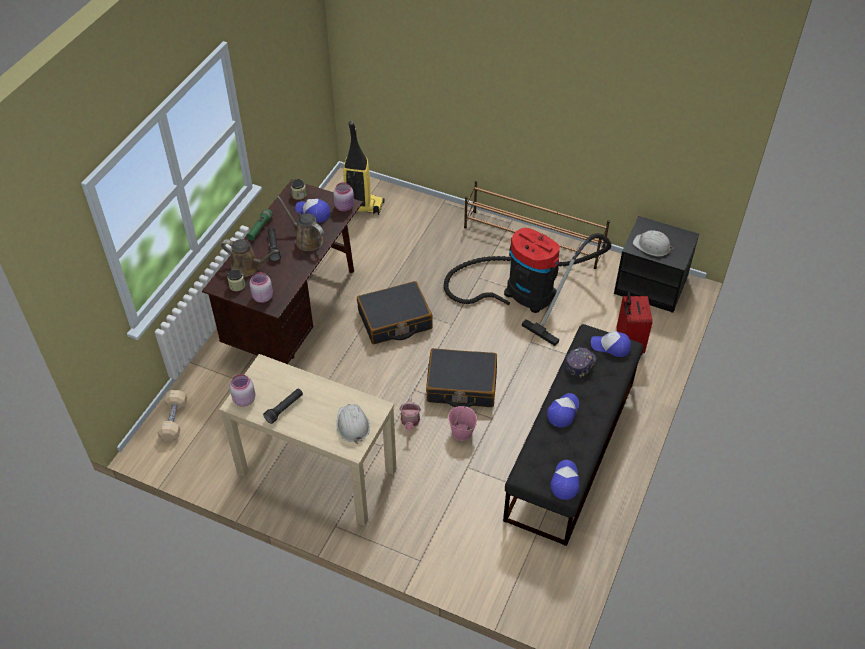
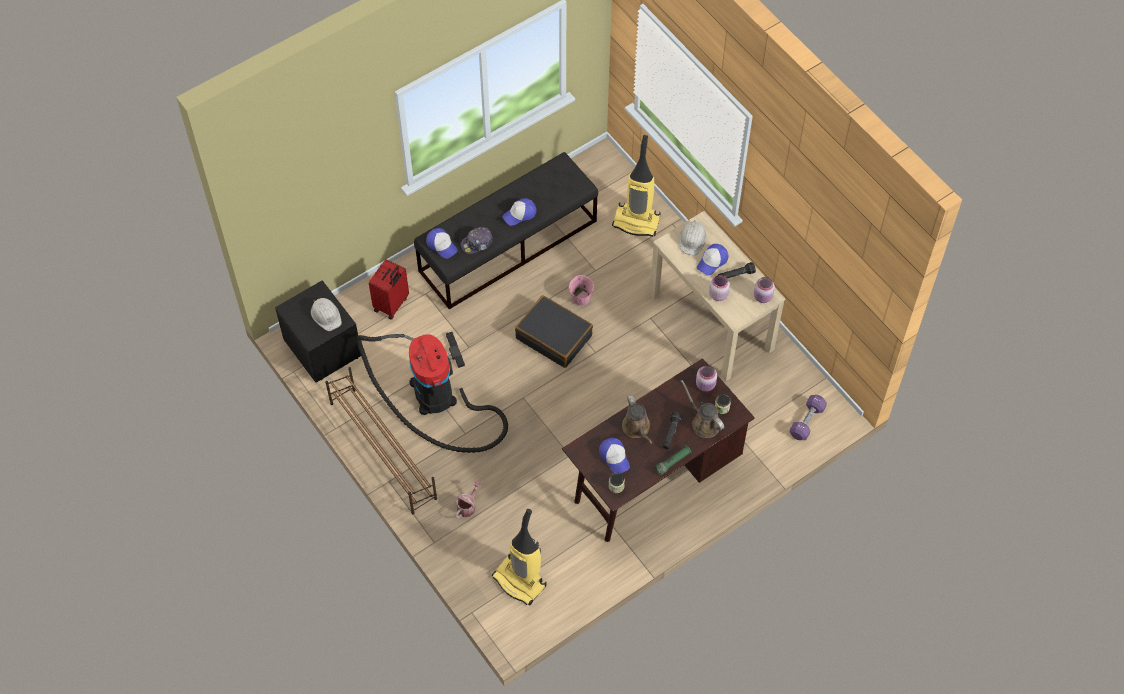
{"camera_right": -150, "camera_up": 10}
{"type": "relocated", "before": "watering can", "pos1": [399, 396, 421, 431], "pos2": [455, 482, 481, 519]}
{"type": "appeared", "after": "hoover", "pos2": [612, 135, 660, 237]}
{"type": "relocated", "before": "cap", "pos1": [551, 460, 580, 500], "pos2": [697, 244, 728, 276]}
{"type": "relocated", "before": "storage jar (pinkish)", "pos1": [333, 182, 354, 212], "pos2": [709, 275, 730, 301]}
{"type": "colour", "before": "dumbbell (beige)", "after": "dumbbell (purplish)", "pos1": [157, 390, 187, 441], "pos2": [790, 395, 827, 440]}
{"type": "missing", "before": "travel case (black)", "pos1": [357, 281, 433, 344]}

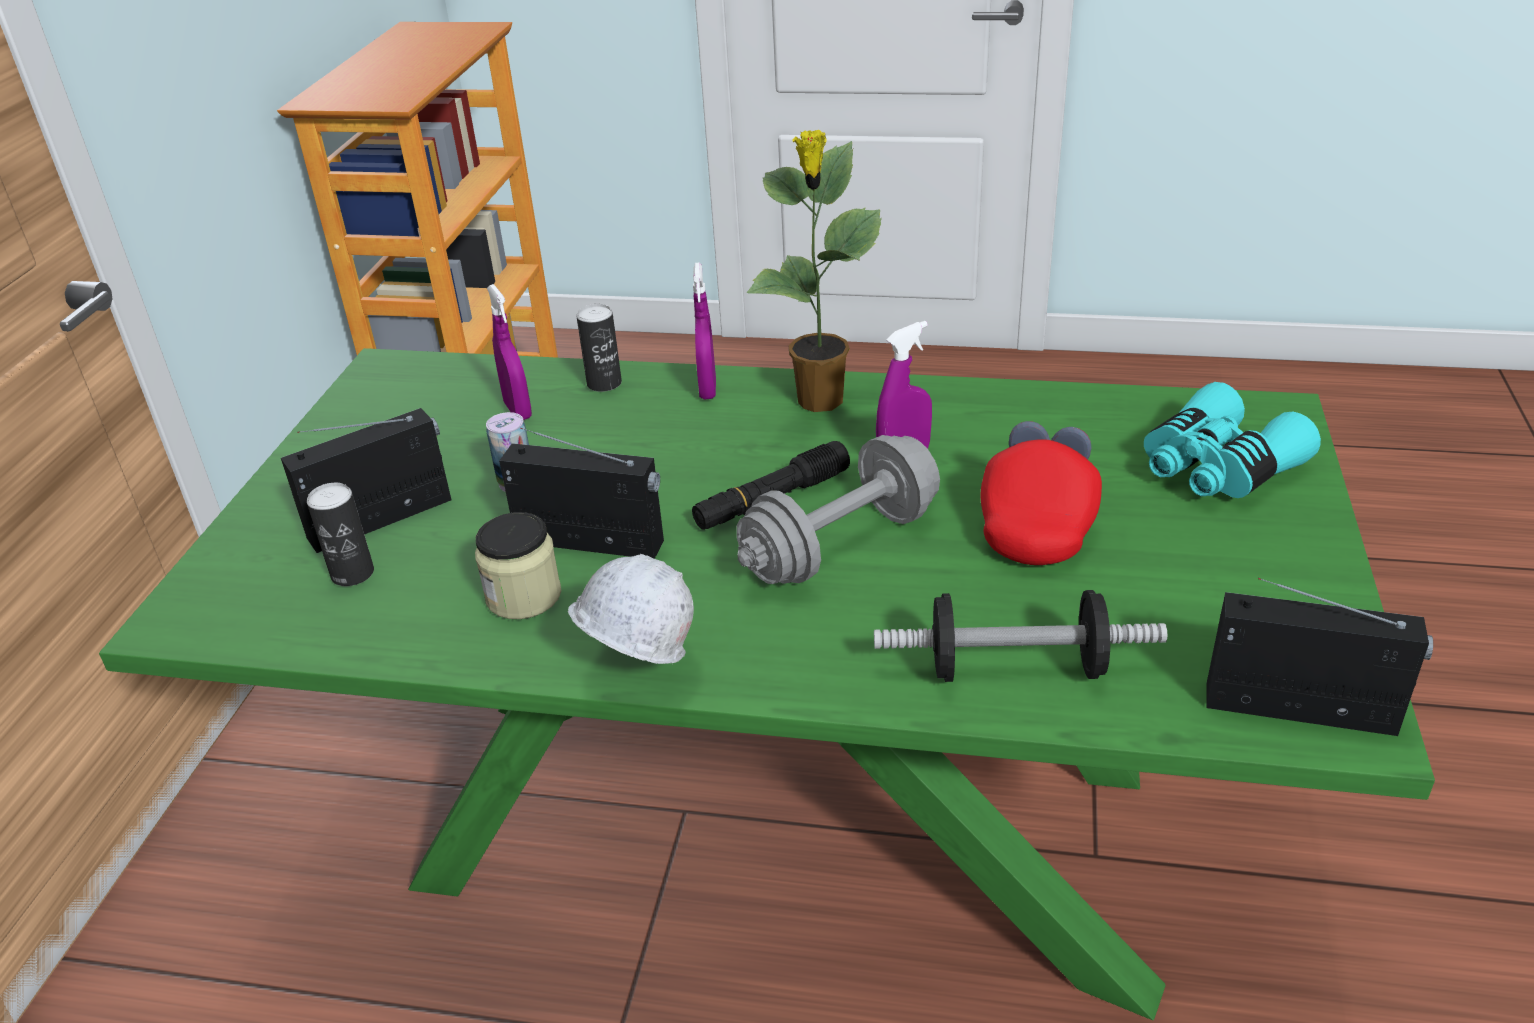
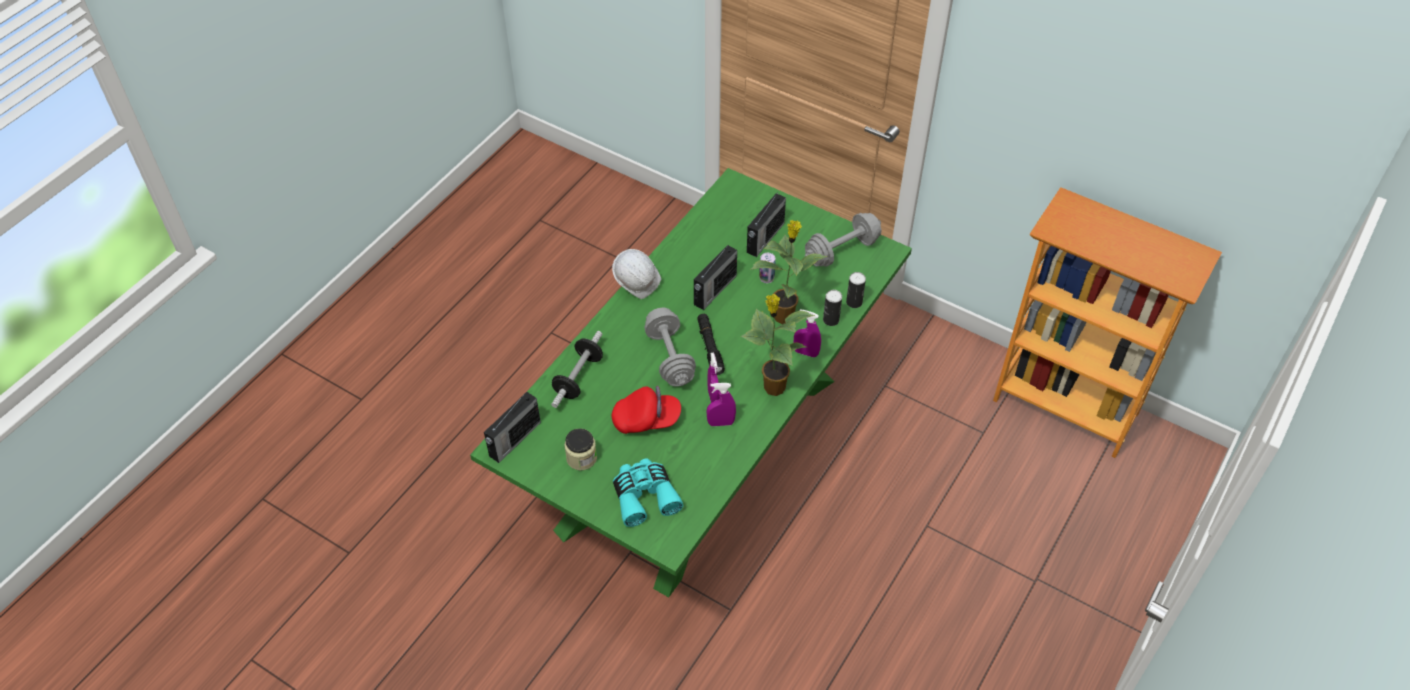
{"camera_right": 110, "camera_up": 15}
{"type": "relocated", "before": "storage jar", "pos1": [475, 512, 562, 619], "pos2": [564, 429, 597, 470]}
{"type": "spun", "before": "cap (red-coloured)", "pos1": [981, 421, 1102, 565], "pos2": [611, 386, 681, 434], "turn": -45}
{"type": "relocated", "before": "hand sprayer (purplish)", "pos1": [487, 284, 532, 420], "pos2": [706, 383, 736, 426]}
{"type": "spun", "before": "radio", "pos1": [281, 408, 452, 553], "pos2": [747, 193, 786, 257], "turn": 45}
{"type": "appeared", "after": "potted plant", "pos2": [750, 220, 828, 324]}
{"type": "appeared", "after": "dumbbell (greyish)", "pos2": [805, 213, 881, 267]}
{"type": "relocated", "before": "can", "pos1": [307, 483, 374, 586], "pos2": [846, 272, 866, 308]}

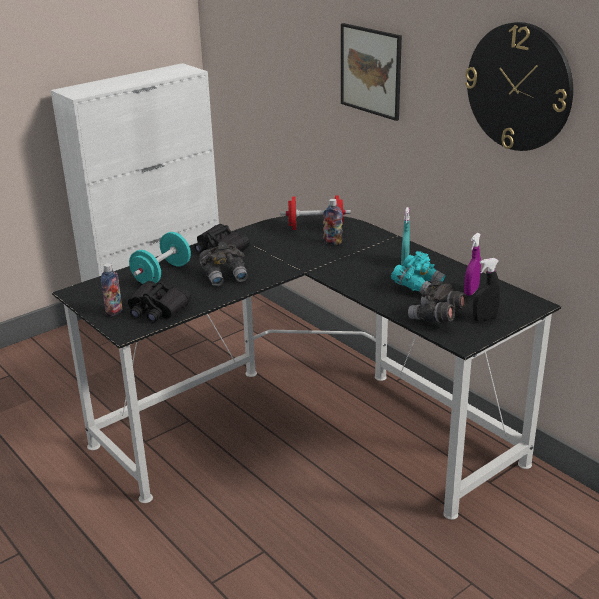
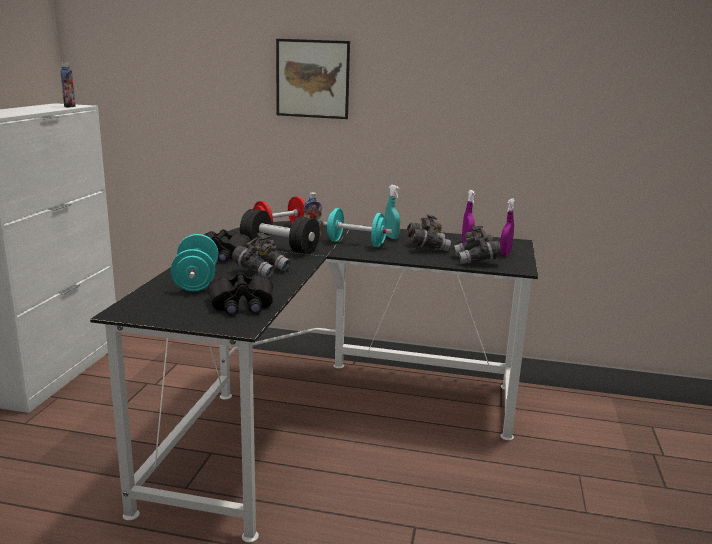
{"camera_right": -40, "camera_up": -10}
{"type": "relocated", "before": "beverage bottle", "pos1": [101, 263, 123, 317], "pos2": [60, 62, 75, 107]}
{"type": "appeared", "after": "dumbbell (black)", "pos2": [240, 209, 320, 254]}
{"type": "appeared", "after": "dumbbell (turquoise)", "pos2": [323, 208, 392, 247]}
{"type": "colour", "before": "field glasses (turquoise)", "after": "field glasses (greyish)", "pos1": [391, 251, 446, 294], "pos2": [406, 214, 451, 251]}
{"type": "colour", "before": "hand sprayer (black)", "after": "hand sprayer (purplish)", "pos1": [473, 258, 500, 321], "pos2": [500, 199, 515, 257]}
{"type": "missing", "before": "hanging clock", "pos1": [465, 22, 573, 151]}

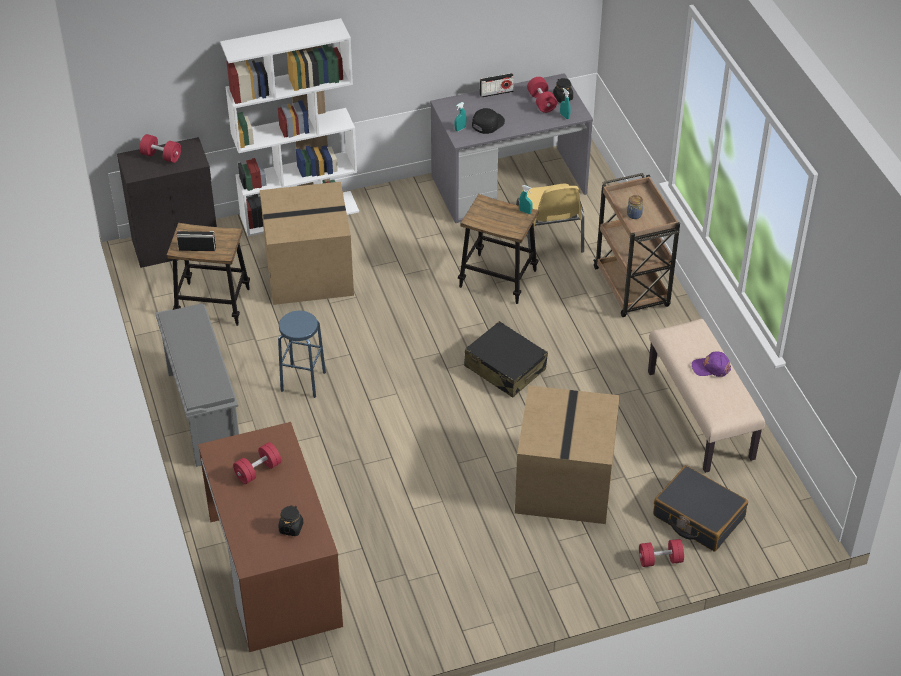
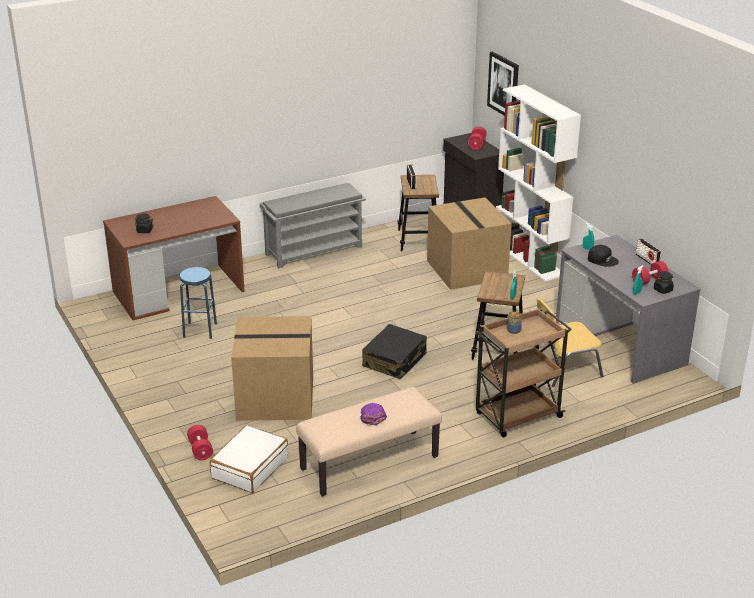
{"camera_right": 80, "camera_up": -15}
{"type": "relocated", "before": "sitting stool (bluish)", "pos1": [278, 311, 326, 398], "pos2": [180, 267, 217, 339]}
{"type": "colour", "before": "travel case (black)", "after": "travel case (white)", "pos1": [653, 465, 748, 551], "pos2": [210, 425, 288, 493]}
{"type": "appeared", "after": "wall picture", "pos2": [487, 51, 519, 116]}
{"type": "missing", "before": "dumbbell (red-coloured)", "pos1": [233, 442, 282, 484]}

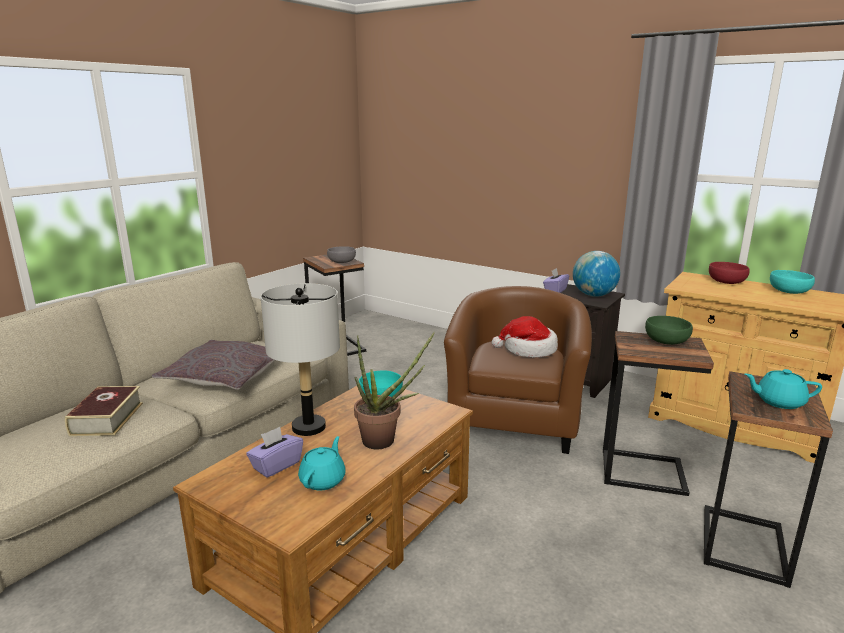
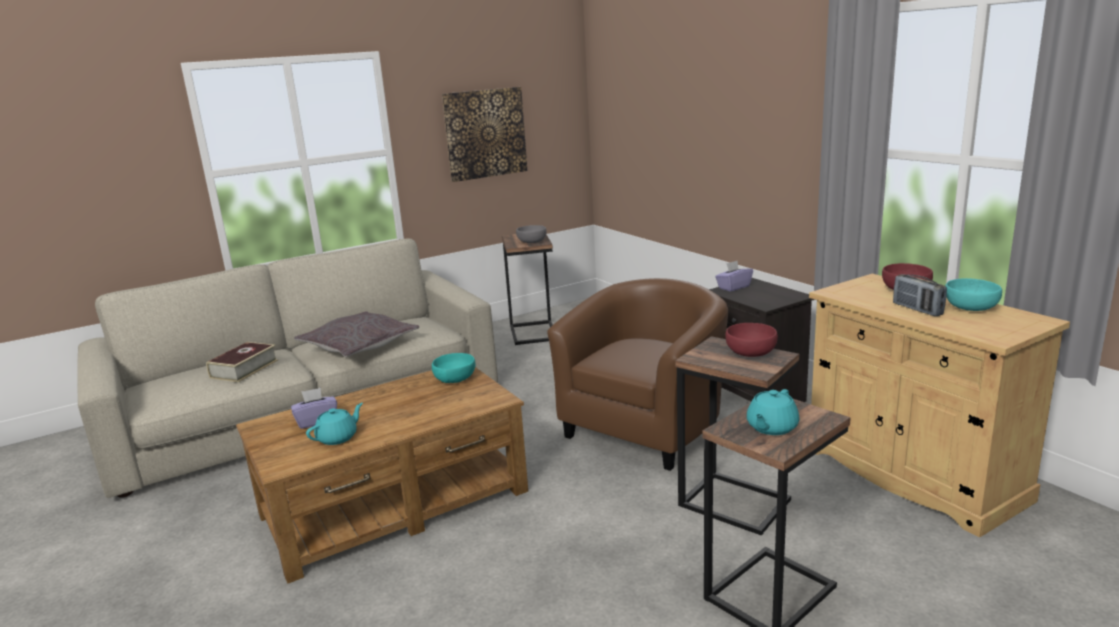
{"camera_right": 25, "camera_up": 0}
{"type": "appeared", "after": "wall picture", "pos2": [442, 87, 527, 182]}
{"type": "colour", "before": "serving bowl (green-coloured)", "after": "serving bowl (red-coloured)", "pos1": [645, 316, 693, 345], "pos2": [725, 323, 778, 357]}
{"type": "spun", "before": "tea pot (turquoise)", "pos1": [745, 369, 822, 409], "pos2": [747, 389, 799, 435], "turn": -90}
{"type": "appeared", "after": "radio", "pos2": [893, 274, 947, 316]}
{"type": "missing", "before": "table lamp (greyish)", "pos1": [261, 283, 340, 436]}
{"type": "missing", "before": "potted plant", "pos1": [354, 331, 435, 449]}
{"type": "missing", "before": "wearable hat", "pos1": [492, 316, 558, 358]}
{"type": "missing", "before": "world globe", "pos1": [573, 251, 620, 297]}

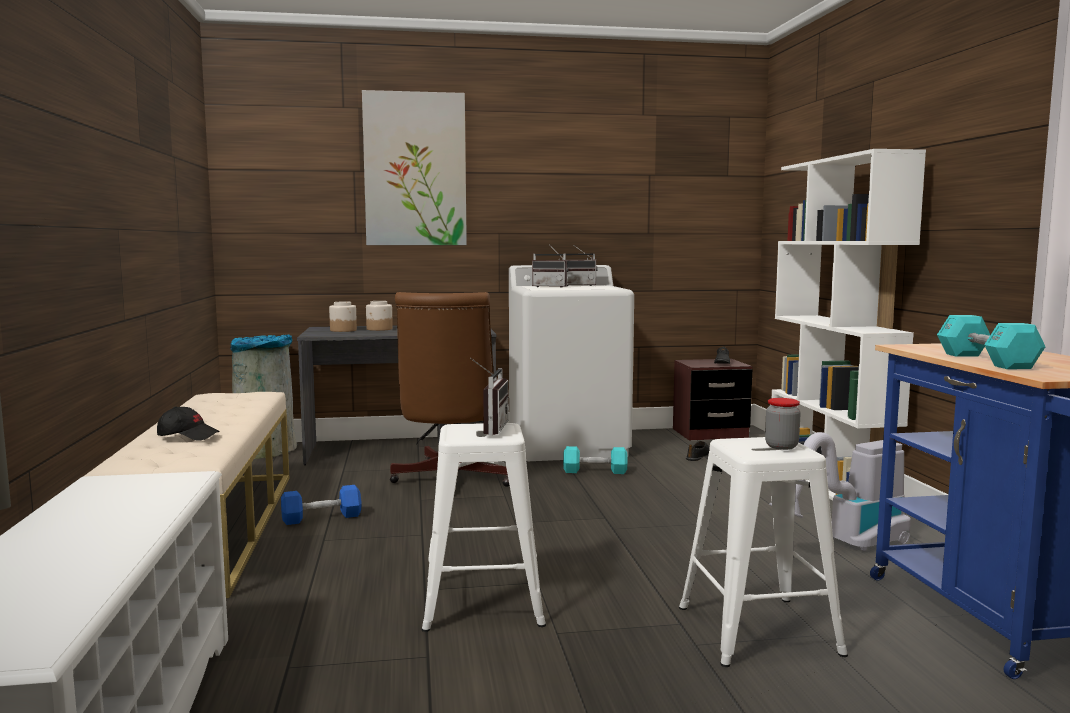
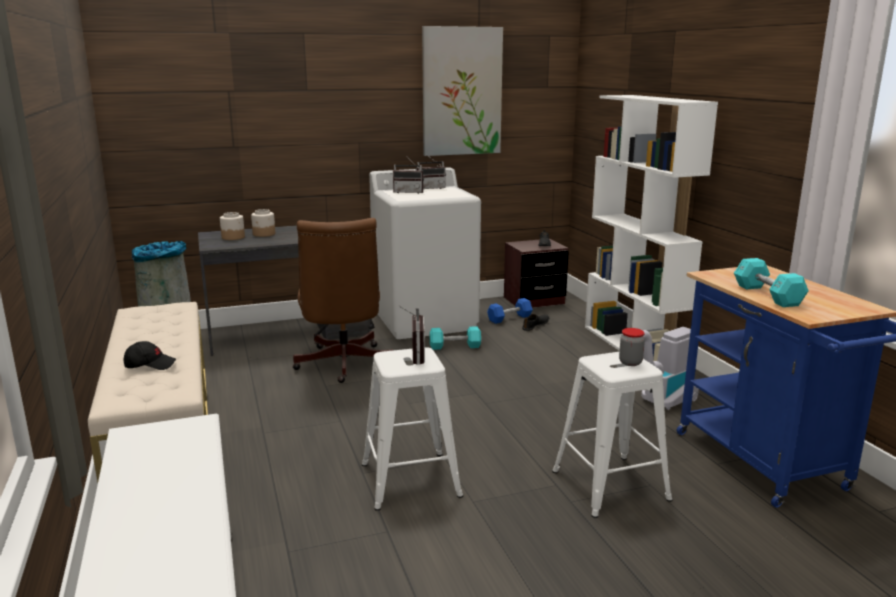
{"camera_right": -10, "camera_up": 10}
{"type": "relocated", "before": "wall picture", "pos1": [362, 90, 467, 245], "pos2": [422, 26, 503, 156]}
{"type": "relocated", "before": "dumbbell (bluish)", "pos1": [281, 485, 362, 525], "pos2": [487, 298, 533, 324]}

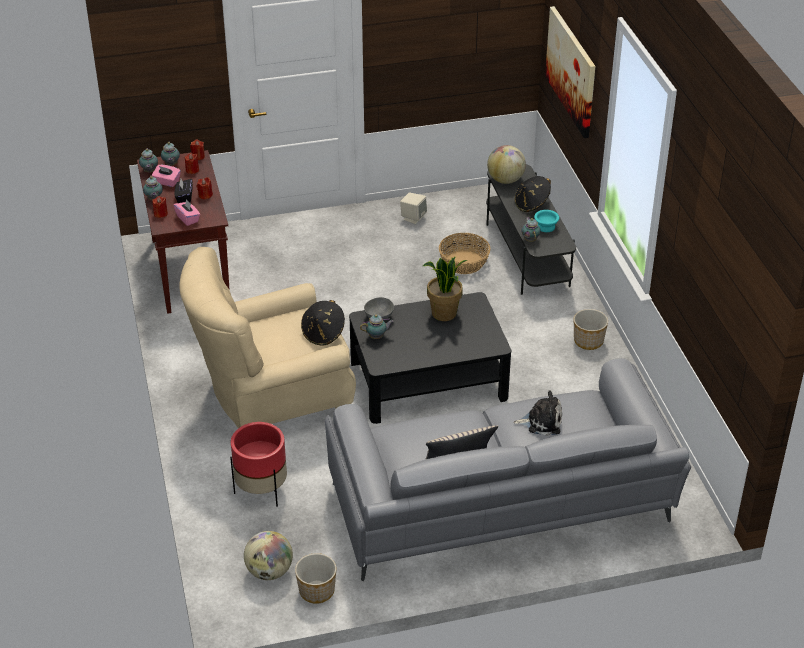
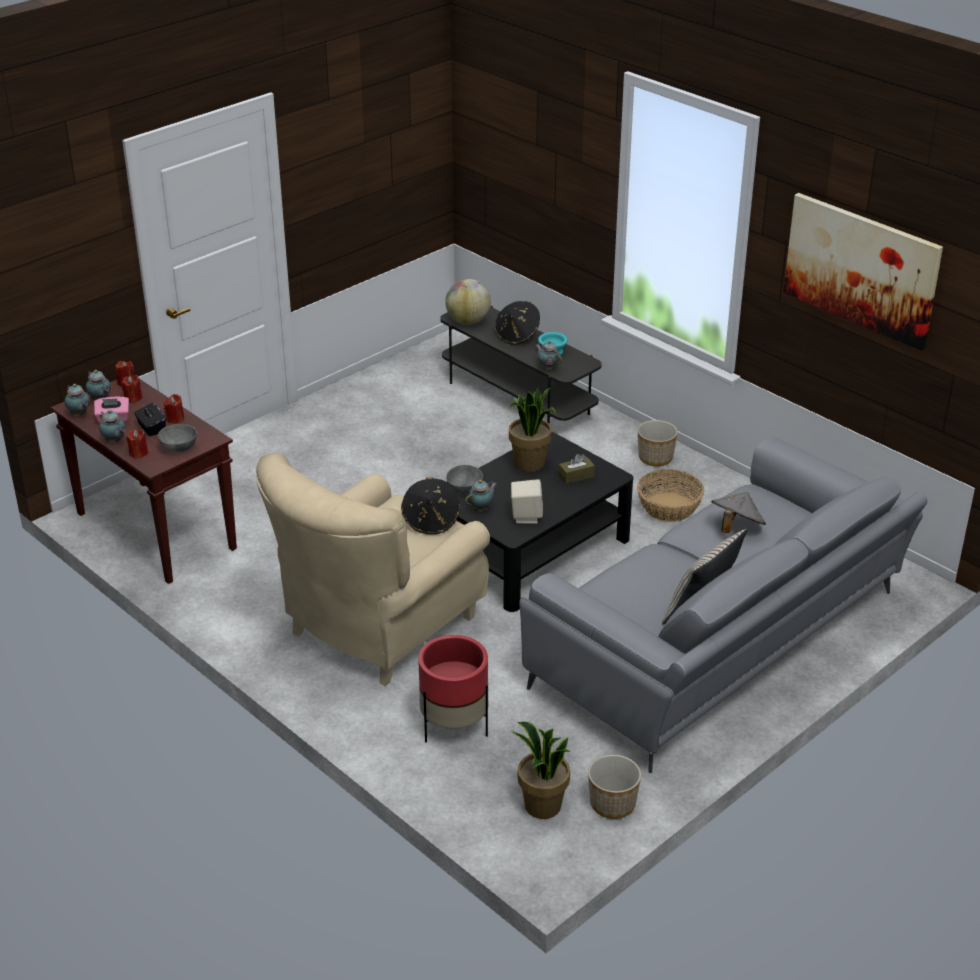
{"camera_right": -30, "camera_up": -5}
{"type": "exchanged", "before": "tissue holder (pinkish)", "after": "serving bowl (greyish)", "pos1": [174, 199, 200, 226], "pos2": [158, 424, 197, 453]}
{"type": "relocated", "before": "audio speaker (beige)", "pos1": [400, 193, 427, 224], "pos2": [511, 479, 543, 524]}
{"type": "exchanged", "before": "world globe", "after": "potted plant", "pos1": [244, 531, 293, 580], "pos2": [511, 721, 570, 819]}
{"type": "appeared", "after": "tissue holder (brown)", "pos2": [558, 454, 595, 484]}
{"type": "relocated", "before": "storage basket", "pos1": [439, 233, 491, 274], "pos2": [637, 469, 704, 522]}
{"type": "exchanged", "before": "plush toy", "after": "wearable hat (greyish)", "pos1": [513, 390, 562, 436], "pos2": [711, 492, 766, 533]}
{"type": "relocated", "before": "wall picture", "pos1": [545, 6, 596, 138], "pos2": [783, 193, 943, 351]}

